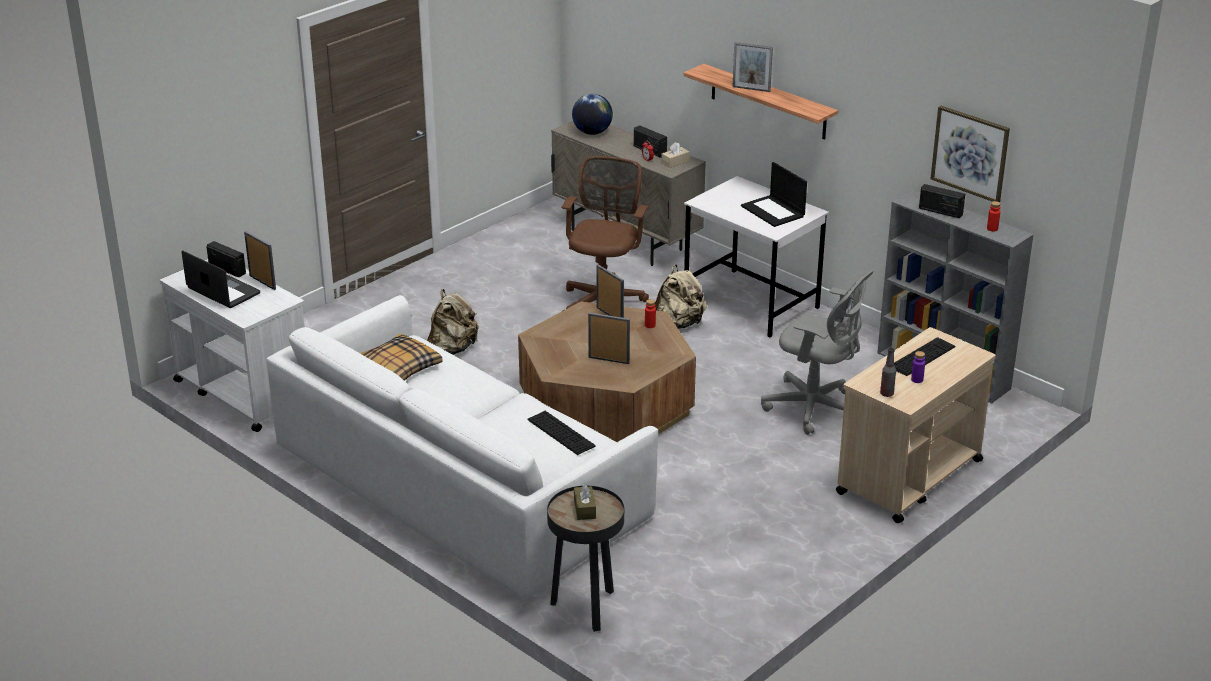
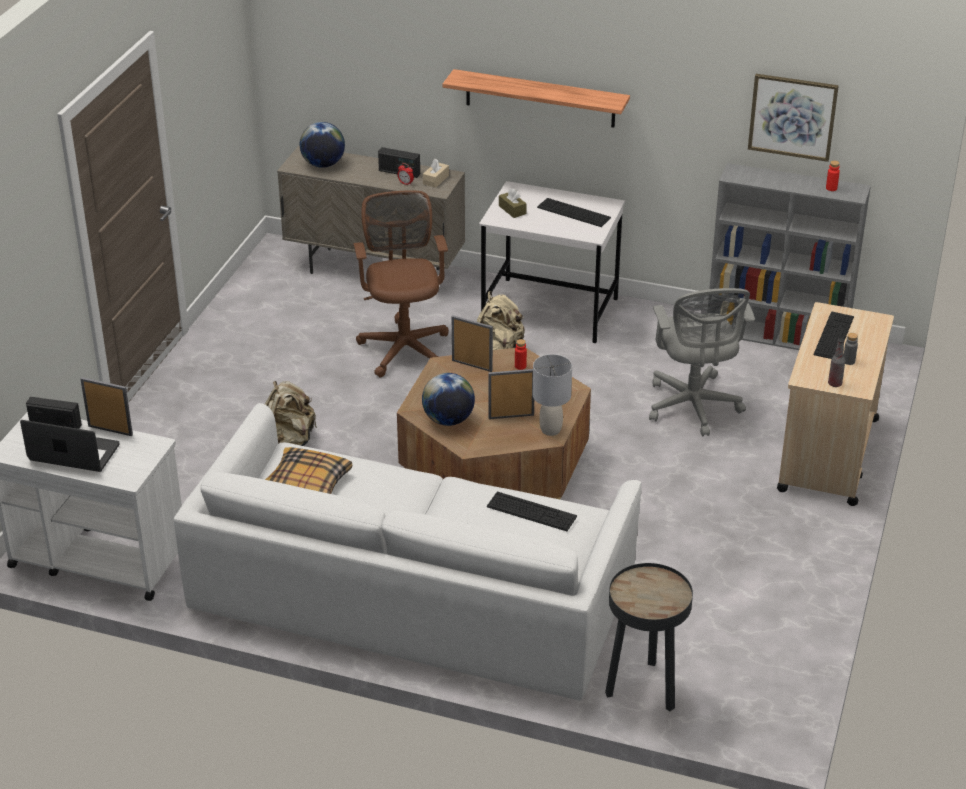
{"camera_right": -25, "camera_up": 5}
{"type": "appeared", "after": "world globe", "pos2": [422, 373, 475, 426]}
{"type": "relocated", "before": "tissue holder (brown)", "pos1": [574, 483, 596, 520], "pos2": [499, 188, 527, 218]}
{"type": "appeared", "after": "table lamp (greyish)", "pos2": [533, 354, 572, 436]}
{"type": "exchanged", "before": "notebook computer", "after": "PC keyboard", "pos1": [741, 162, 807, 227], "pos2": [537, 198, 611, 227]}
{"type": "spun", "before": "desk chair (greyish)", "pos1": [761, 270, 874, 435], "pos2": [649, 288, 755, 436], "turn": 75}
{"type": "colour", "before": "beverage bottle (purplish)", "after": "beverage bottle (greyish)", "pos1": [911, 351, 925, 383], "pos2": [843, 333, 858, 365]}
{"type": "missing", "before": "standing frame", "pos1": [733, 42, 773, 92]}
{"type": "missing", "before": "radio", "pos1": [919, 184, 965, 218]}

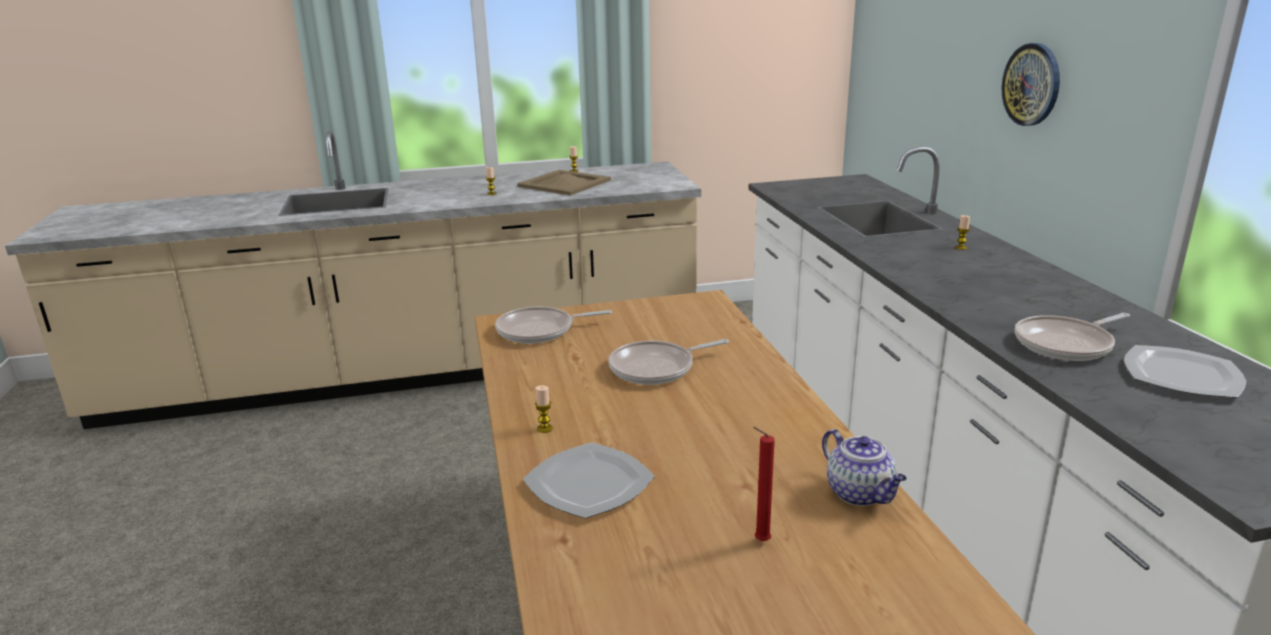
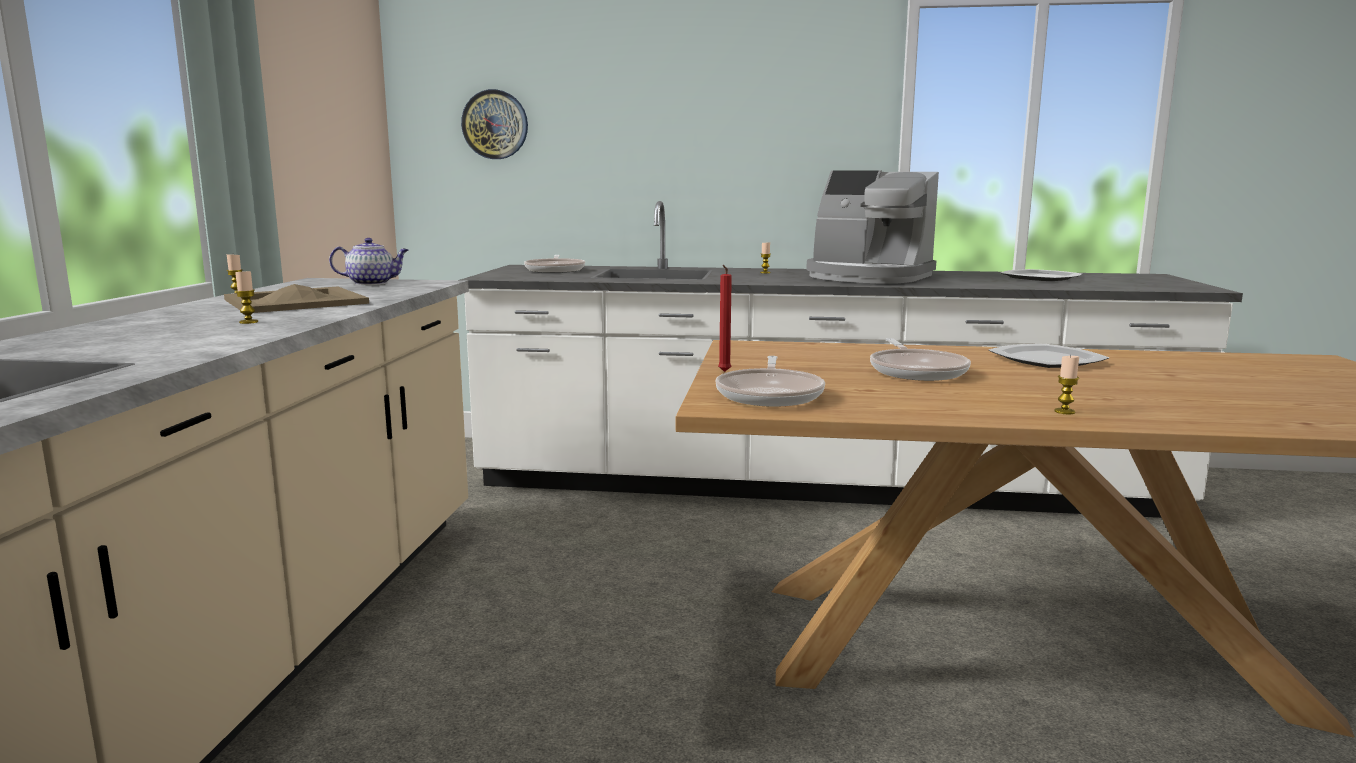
{"camera_right": -70, "camera_up": -10}
{"type": "relocated", "before": "tea pot", "pos1": [822, 429, 907, 506], "pos2": [329, 238, 408, 285]}
{"type": "relocated", "before": "hanging clock", "pos1": [1002, 43, 1060, 126], "pos2": [461, 89, 528, 159]}
{"type": "relocated", "before": "frying pan", "pos1": [1015, 313, 1130, 361], "pos2": [524, 255, 585, 273]}
{"type": "relocated", "before": "wax light (red-coloured)", "pos1": [753, 427, 775, 542], "pos2": [718, 265, 732, 372]}
{"type": "appeared", "after": "coffee brewer", "pos2": [806, 170, 939, 283]}
{"type": "relocated", "before": "plate", "pos1": [523, 443, 655, 519], "pos2": [989, 344, 1109, 368]}

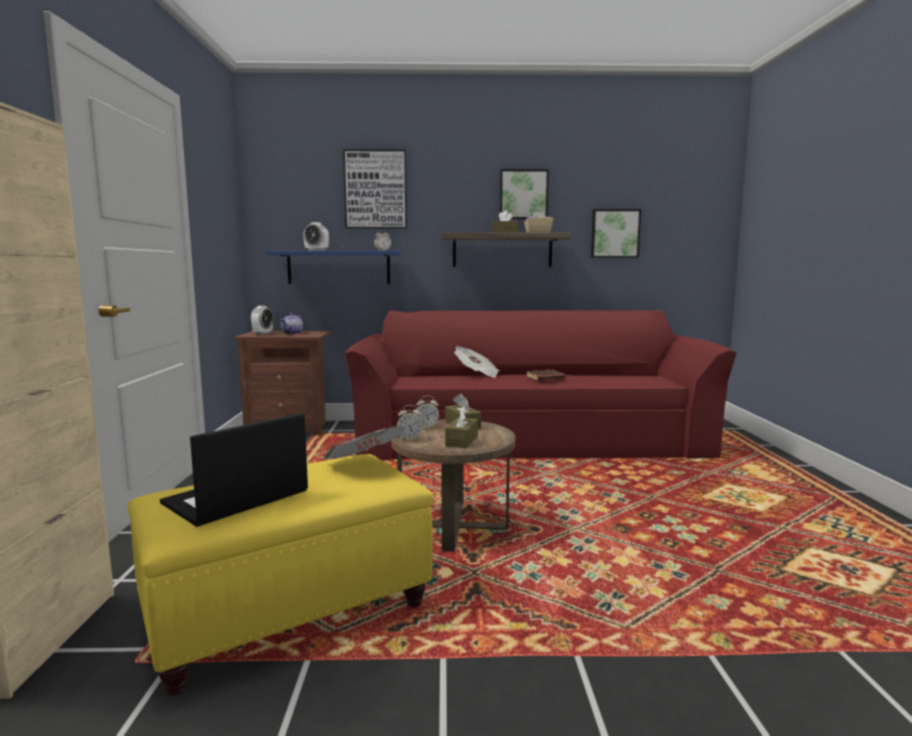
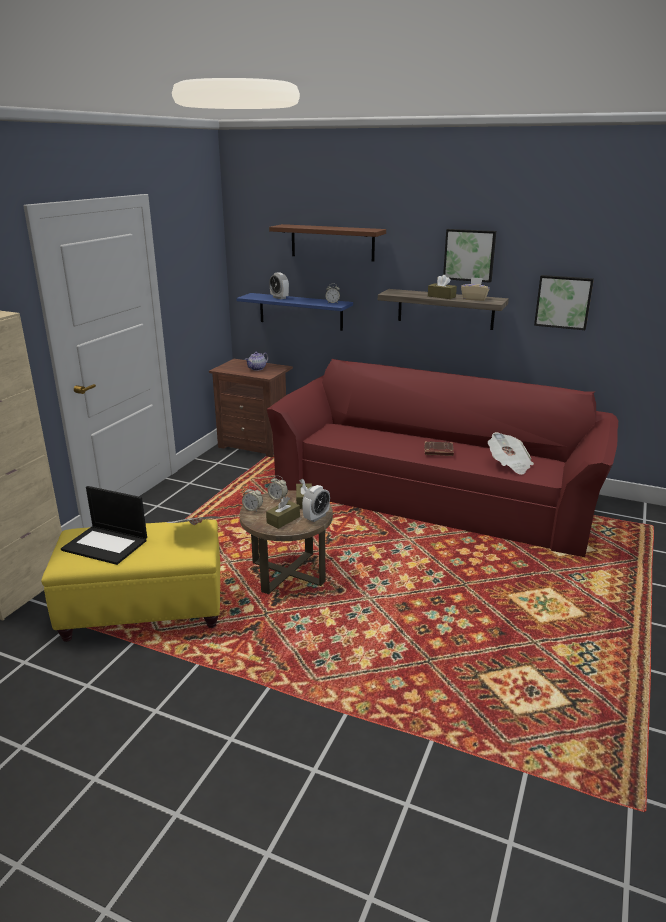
{"camera_right": 25, "camera_up": 15}
{"type": "spun", "before": "notebook computer", "pos1": [160, 413, 308, 527], "pos2": [61, 486, 147, 565], "turn": -135}
{"type": "exchanged", "before": "wall picture", "after": "shelf (brown)", "pos1": [343, 149, 407, 228], "pos2": [269, 224, 386, 261]}
{"type": "relocated", "before": "bedside clock", "pos1": [251, 306, 273, 335], "pos2": [302, 485, 330, 522]}
{"type": "relocated", "before": "printed paper", "pos1": [454, 346, 500, 378], "pos2": [488, 432, 534, 475]}

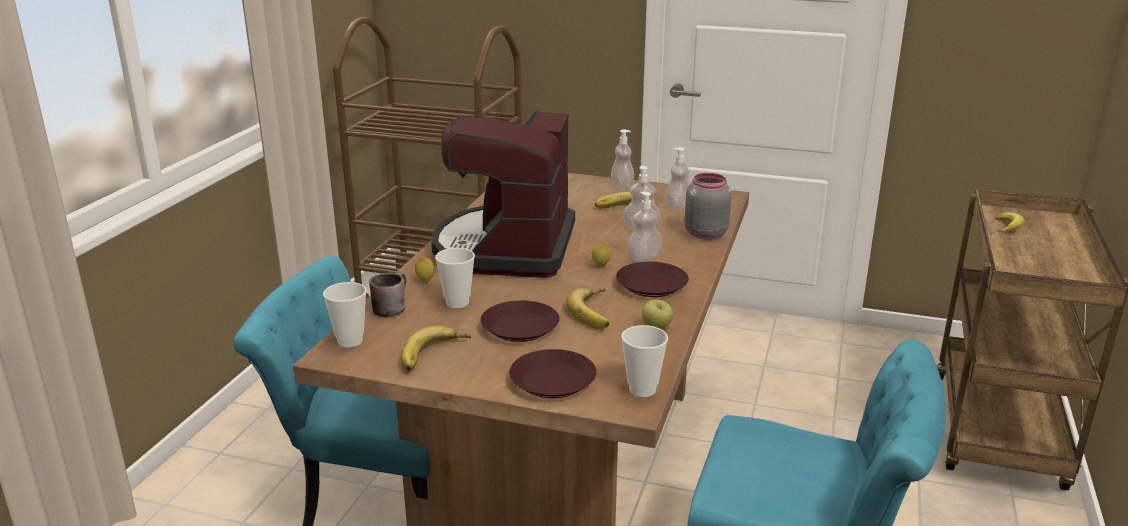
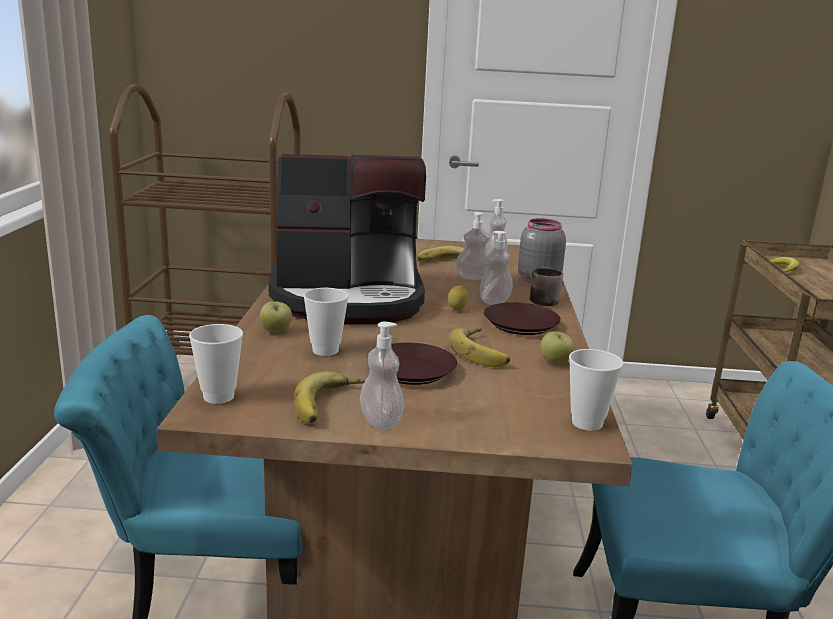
{"camera_right": -15, "camera_up": -5}
{"type": "exchanged", "before": "lemon", "after": "apple fruit", "pos1": [415, 256, 434, 282], "pos2": [260, 301, 292, 333]}
{"type": "spun", "before": "coffee brewer", "pos1": [431, 110, 575, 278], "pos2": [268, 154, 426, 324], "turn": -90}
{"type": "relocated", "before": "soap bottle", "pos1": [611, 129, 634, 189], "pos2": [360, 322, 404, 430]}
{"type": "relocated", "before": "mug (brown)", "pos1": [369, 272, 406, 317], "pos2": [530, 267, 563, 306]}
{"type": "missing", "before": "plate (brown)", "pos1": [509, 349, 597, 398]}

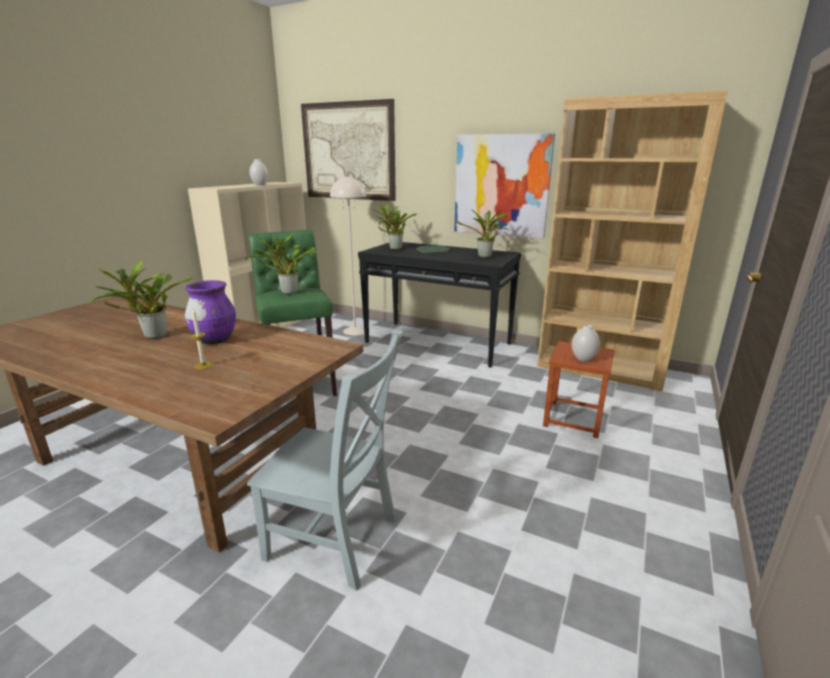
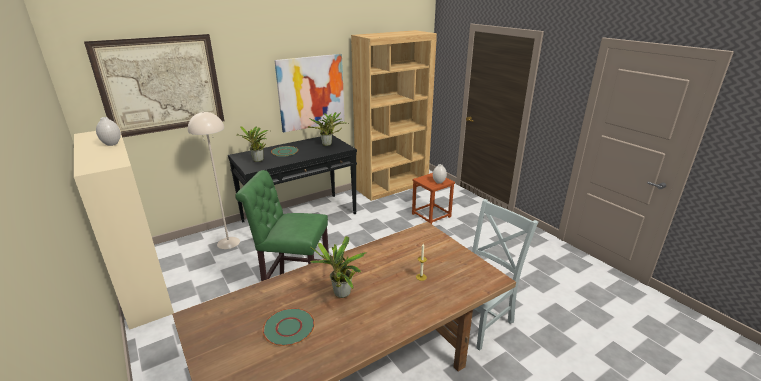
{"camera_right": -60, "camera_up": 5}
{"type": "appeared", "after": "plate (green-coloured)", "pos2": [262, 308, 315, 346]}
{"type": "missing", "before": "vase (purplish)", "pos1": [185, 280, 236, 344]}
{"type": "missing", "before": "potted plant", "pos1": [245, 233, 317, 295]}

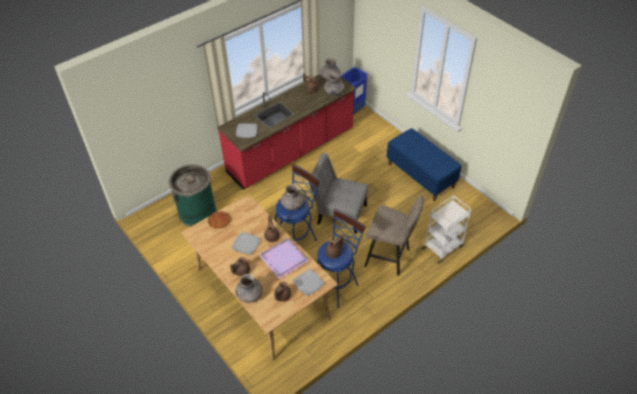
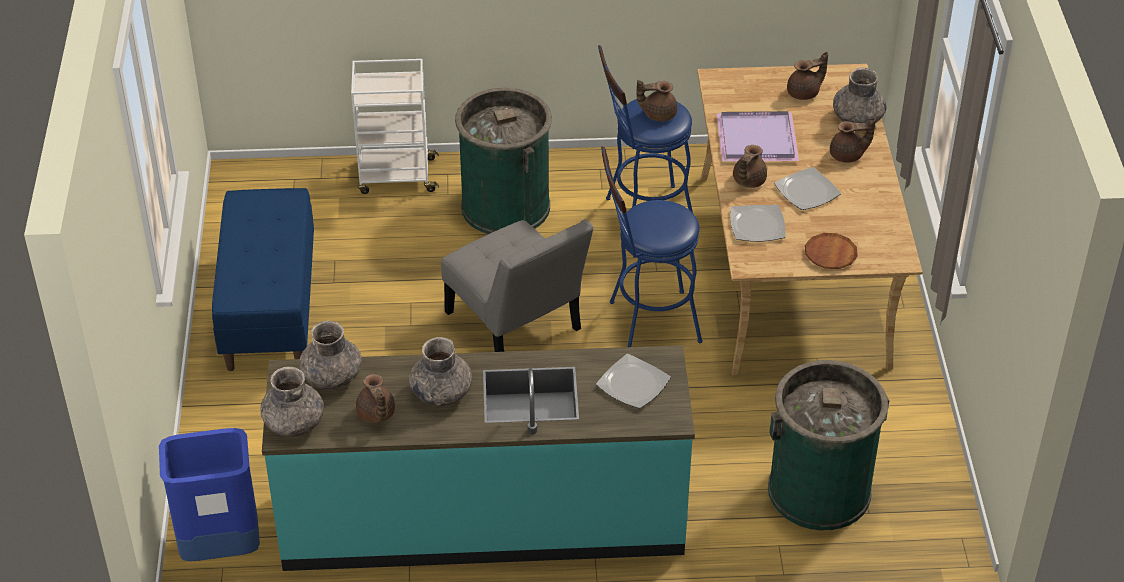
{"camera_right": -145, "camera_up": -5}
{"type": "colour", "before": "counter (red-coloured)", "after": "counter (turquoise)", "pos1": [217, 74, 356, 190], "pos2": [262, 345, 695, 571]}
{"type": "relocated", "before": "vase (greyish)", "pos1": [281, 184, 304, 210], "pos2": [409, 337, 472, 406]}
{"type": "exchanged", "before": "sitting stool (beige)", "after": "trash can (green-coloured)", "pos1": [364, 195, 424, 276], "pos2": [455, 88, 552, 234]}
{"type": "relocated", "before": "plate", "pos1": [293, 269, 325, 296], "pos2": [730, 205, 785, 242]}

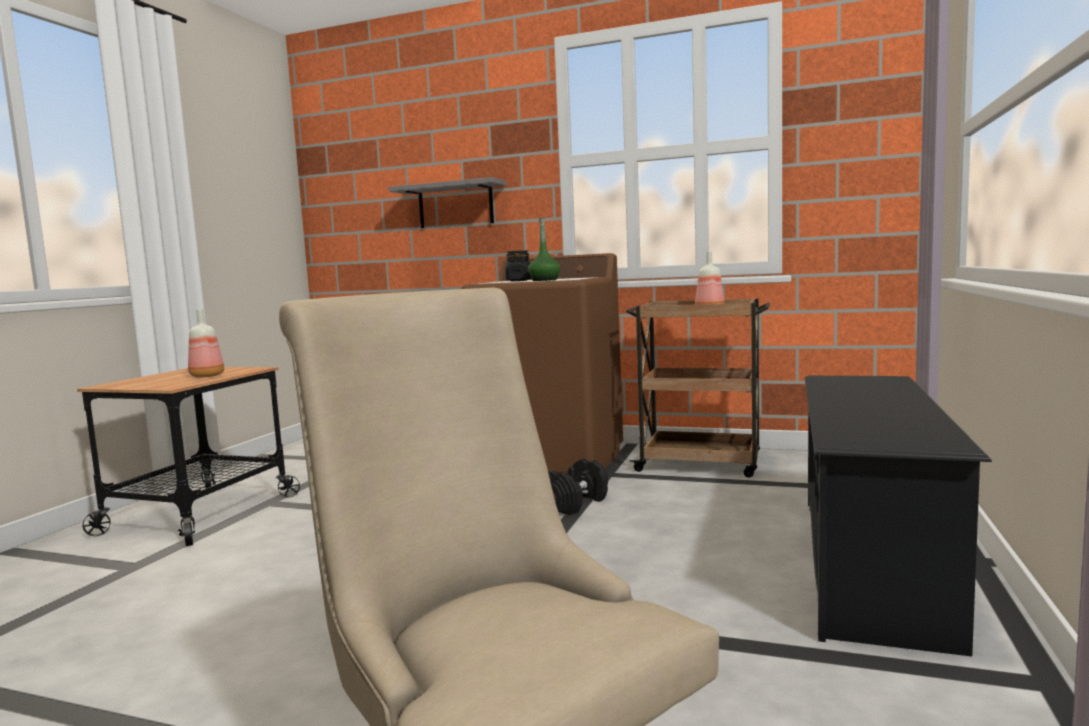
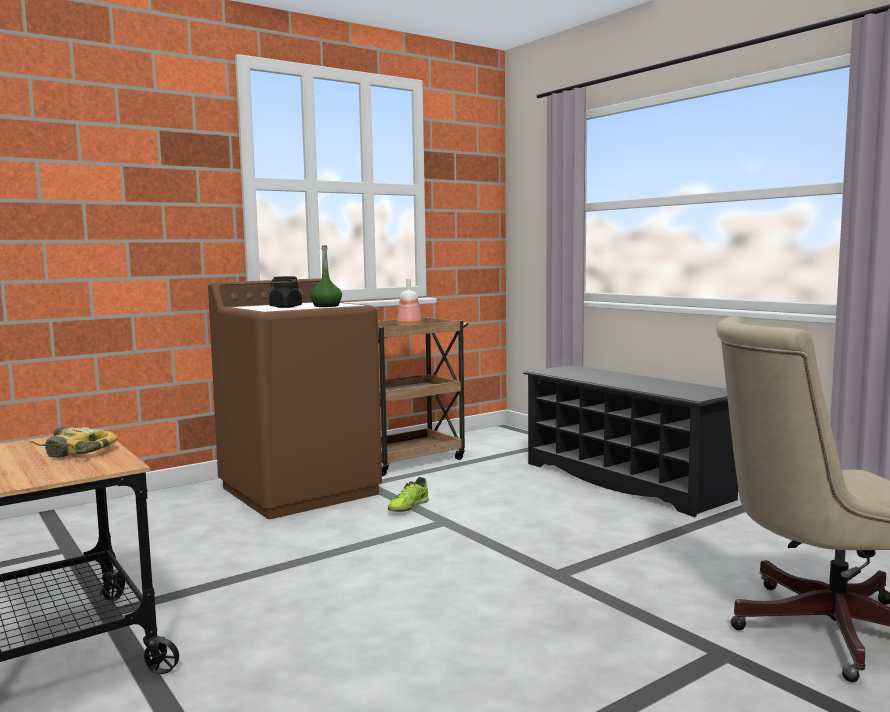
{"camera_right": -55, "camera_up": 0}
{"type": "exchanged", "before": "beverage bottle", "after": "electric drill", "pos1": [188, 309, 224, 377], "pos2": [30, 427, 118, 458]}
{"type": "exchanged", "before": "dumbbell (black)", "after": "shoe", "pos1": [548, 458, 608, 515], "pos2": [388, 477, 429, 512]}
{"type": "missing", "before": "shelf (greyish)", "pos1": [389, 177, 506, 228]}

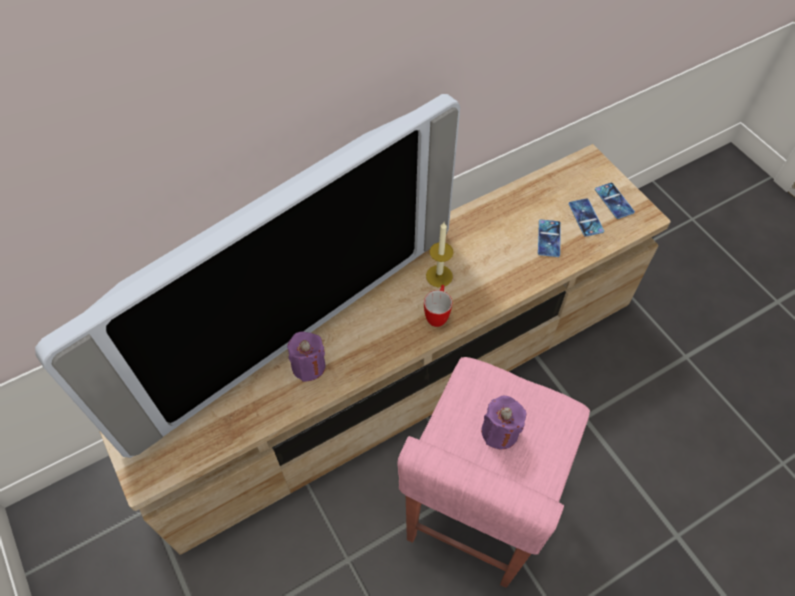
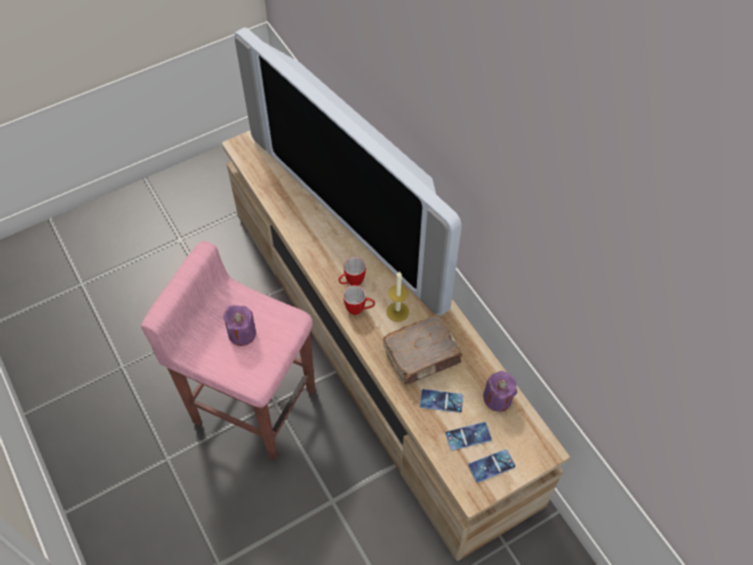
{"camera_right": 90, "camera_up": 0}
{"type": "appeared", "after": "mug", "pos2": [338, 257, 366, 286]}
{"type": "appeared", "after": "volume (brown)", "pos2": [383, 316, 463, 384]}
{"type": "relocated", "before": "wax light (purplish)", "pos1": [287, 331, 326, 382], "pos2": [483, 371, 517, 412]}

